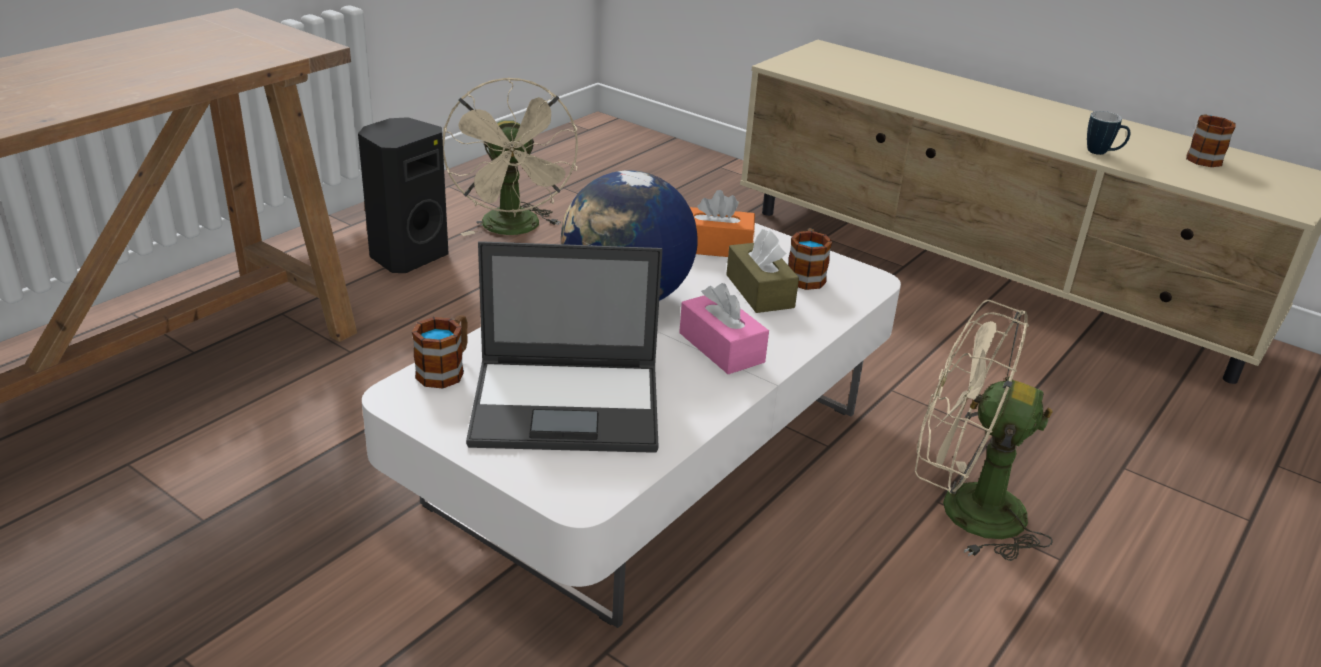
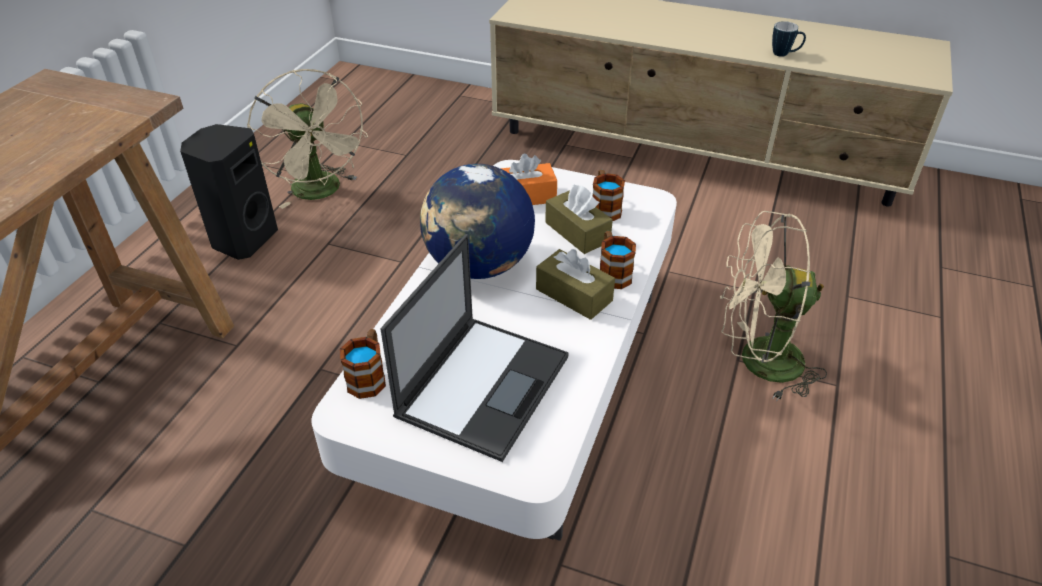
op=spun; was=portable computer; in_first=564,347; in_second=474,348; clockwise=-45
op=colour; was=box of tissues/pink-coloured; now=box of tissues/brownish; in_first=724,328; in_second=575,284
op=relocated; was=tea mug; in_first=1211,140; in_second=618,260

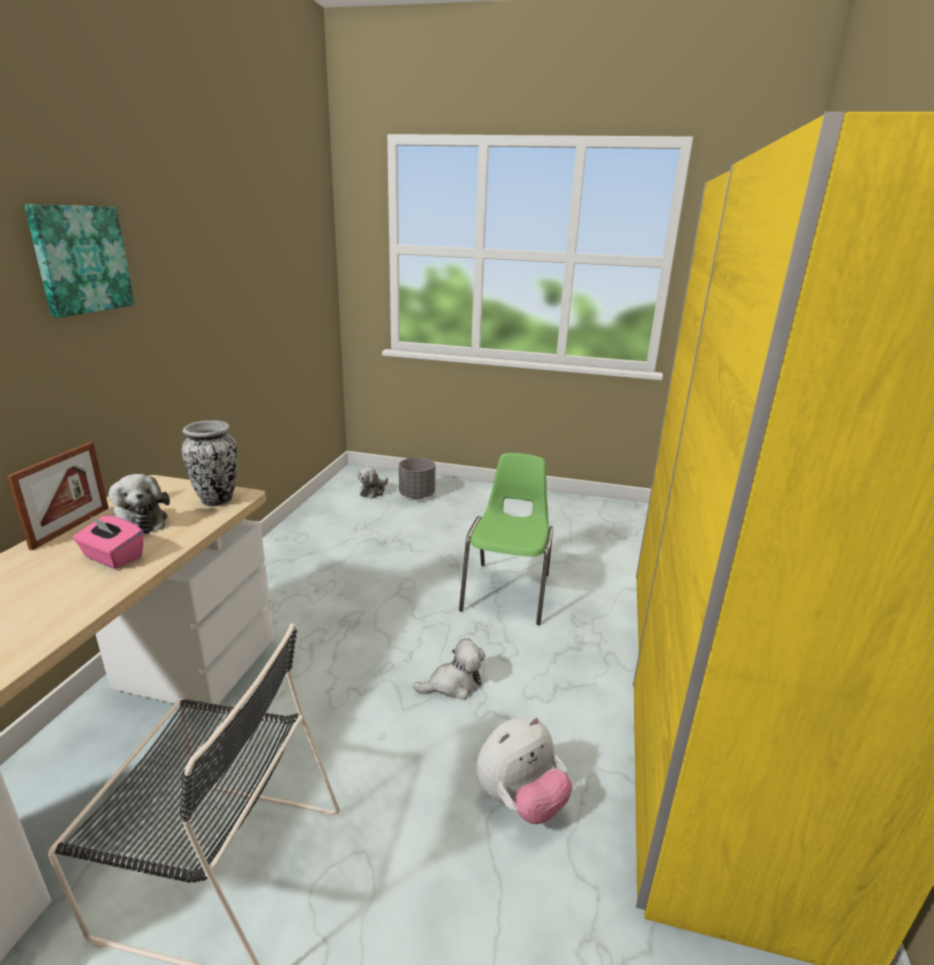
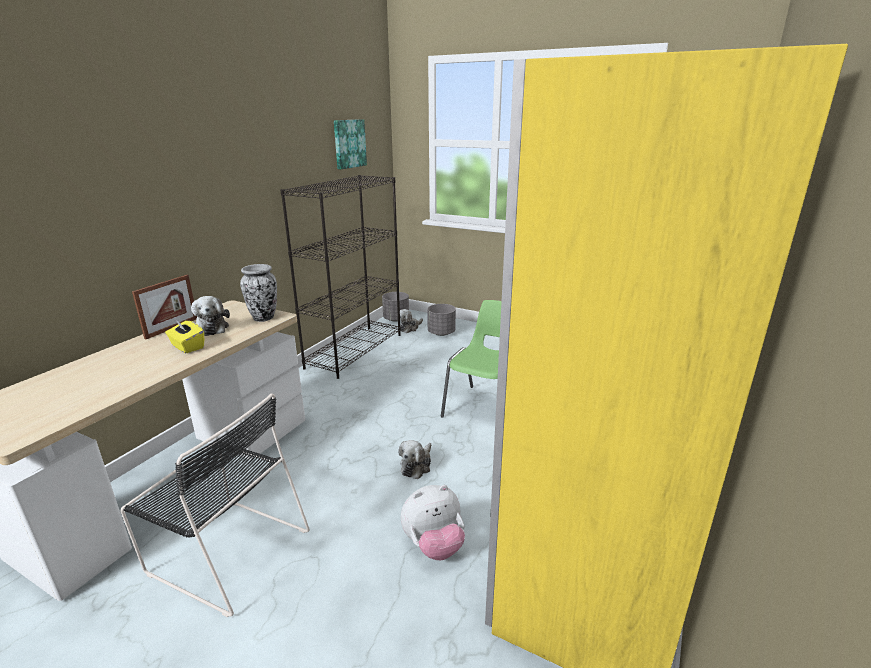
op=colour; was=box of tissues/pink-coloured; now=box of tissues/yellow; in_first=108,542; in_second=184,336
op=appeared; now=shelving unit/black-coloured; in_second=340,277
op=relocated; was=picture; in_first=79,261; in_second=350,144
op=appeared; now=planter/grey; in_second=395,307
op=spun; was=plush toy; in_first=449,669; in_second=414,459; clockwise=120

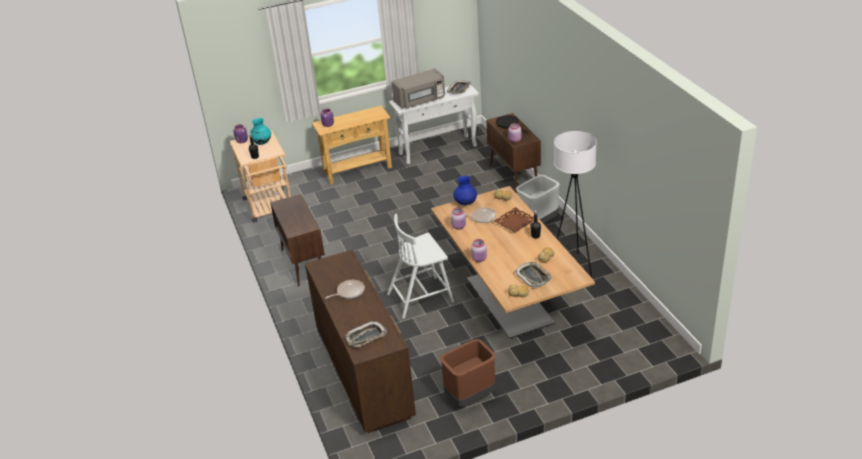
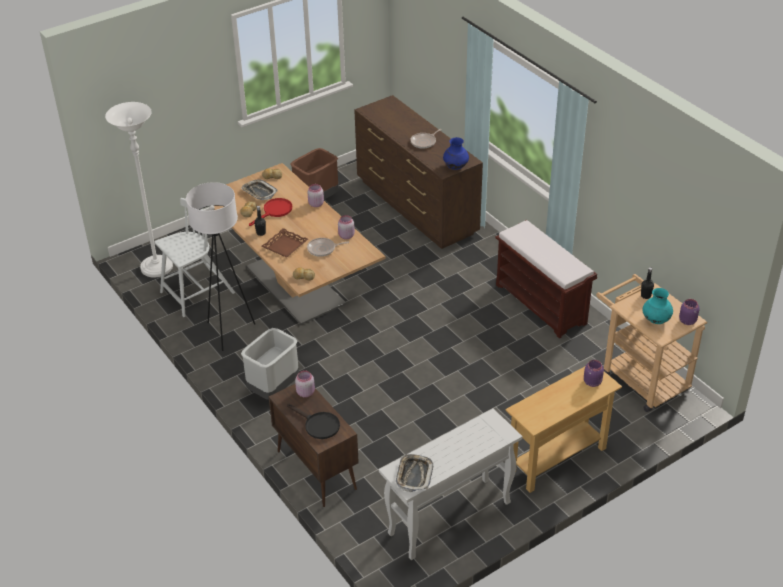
op=appeared; now=standing lamp/white-coloured; in_second=139,190
op=relocated; was=chair/white-coloured; in_first=420,266; in_second=194,257
op=appeared; now=pan/red; in_second=270,212
op=relocated; was=decorative vase/blue; in_first=465,190; in_second=456,153
op=exchanged; was=cabinet/brownish; now=long seat/brownish; in_first=297,240; in_second=546,279
op=missing; was=carrying tray; in_first=366,334
op=missing; was=kitchen microwave/grey; in_first=418,89

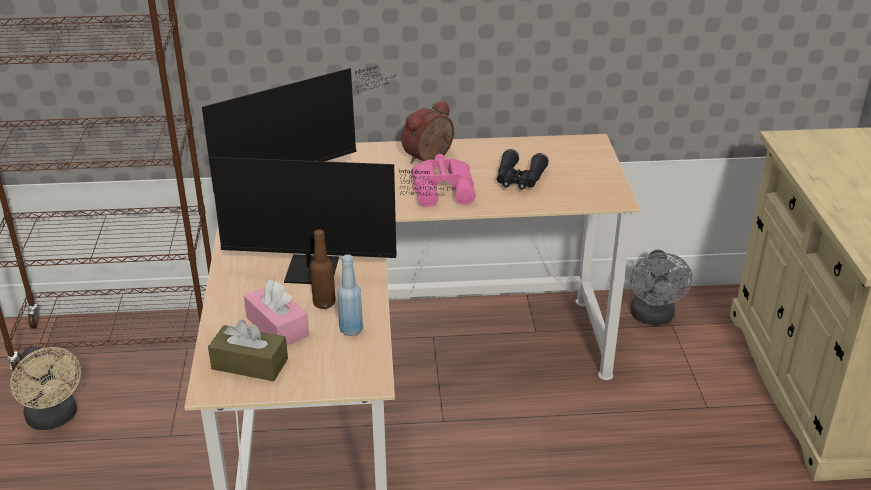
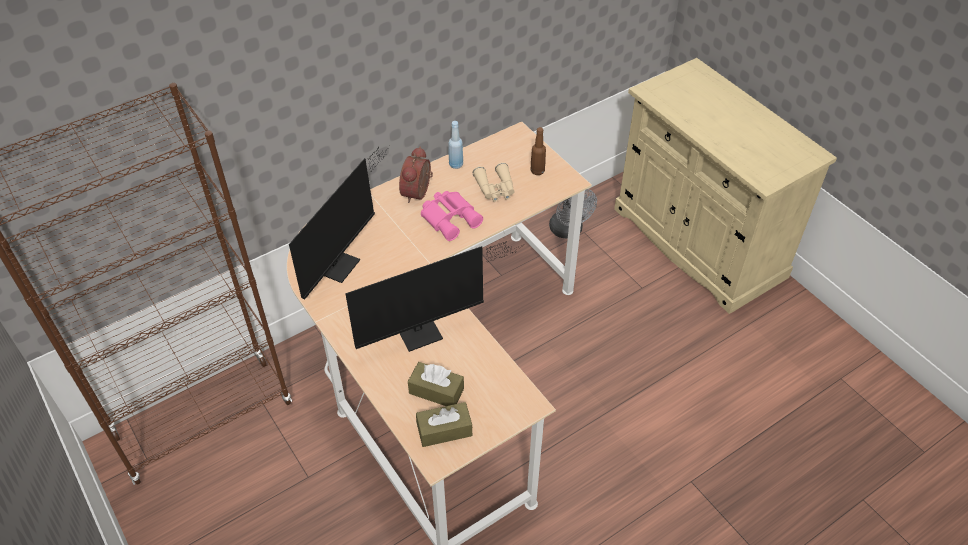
op=colour; was=box of tissues/pink-coloured; now=box of tissues/brownish; in_first=276,313; in_second=436,384
op=relocated; was=beverage bottle/blue; in_first=350,295; in_second=455,145
op=colour; was=binoculars/black-coloured; now=binoculars/beige; in_first=523,169; in_second=493,182
op=relocated; was=beverage bottle/brownish; in_first=323,269; in_second=538,151
op=missing; was=cooling fan/beige; in_first=45,388

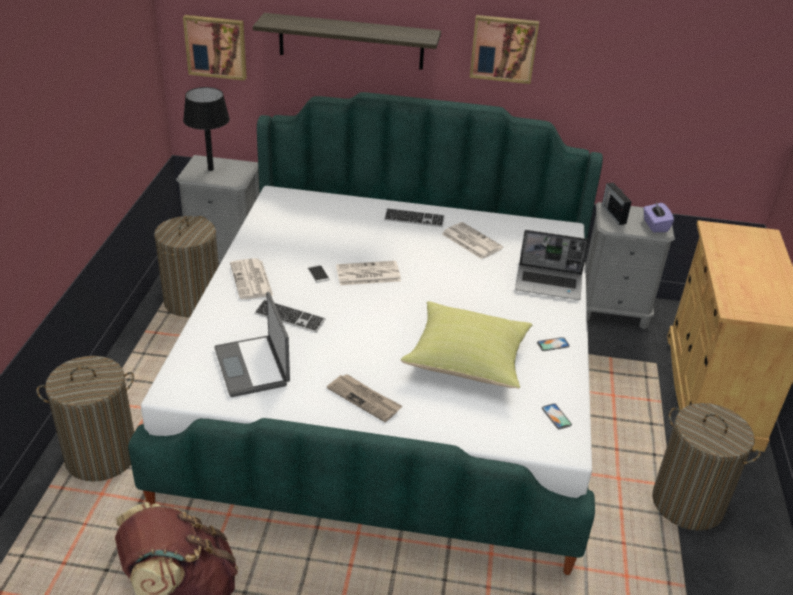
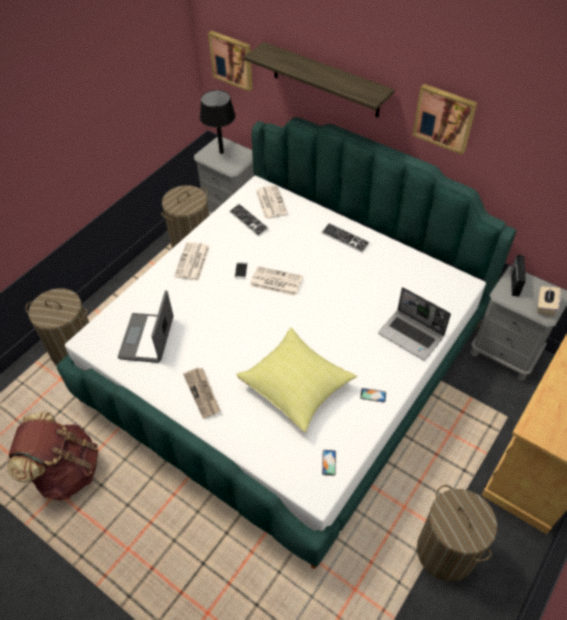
op=relocated; was=keyboard; in_first=290,316; in_second=249,219
op=relocated; was=daily paper; in_first=472,240; in_second=272,202
op=colour; was=box of tissues/purplish; now=box of tissues/beige; in_first=658,217; in_second=549,301

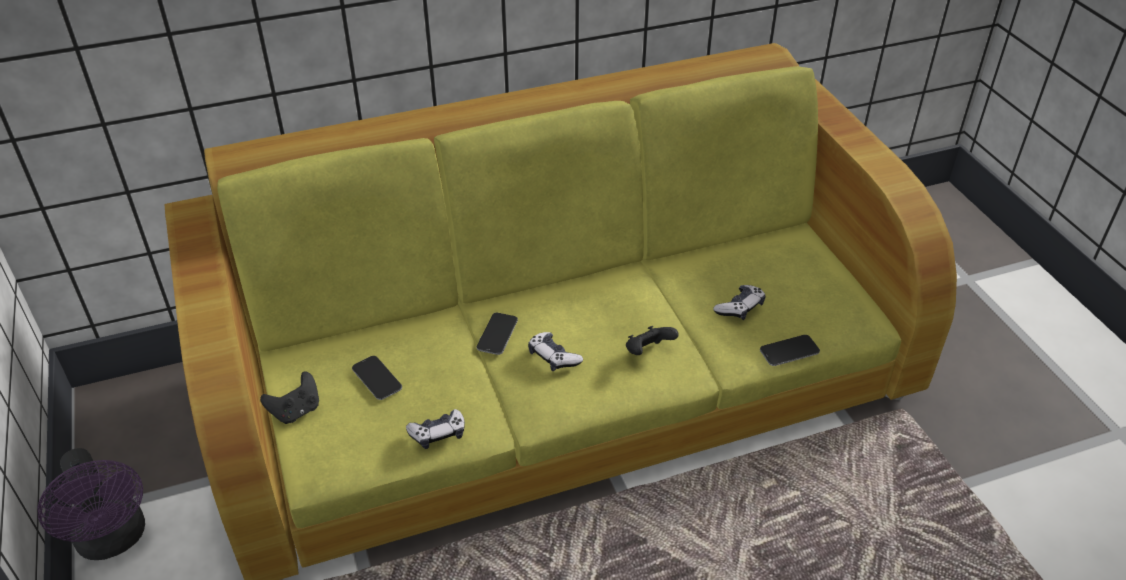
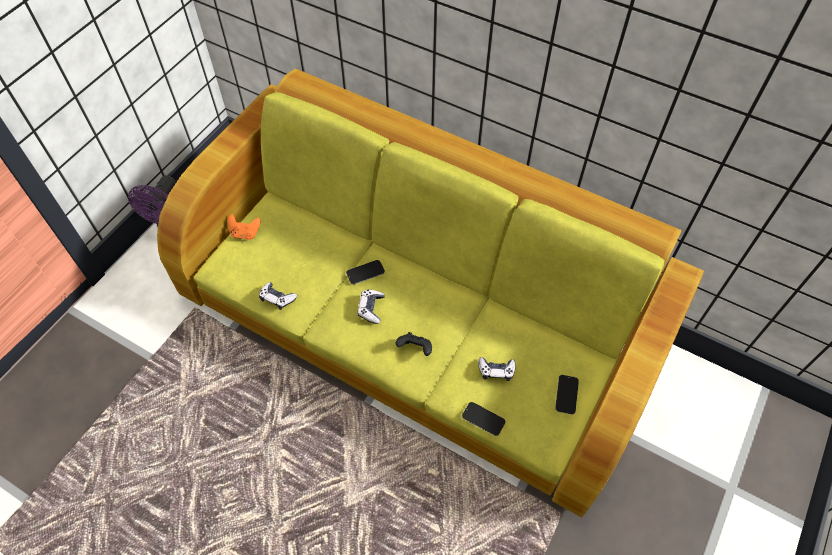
op=colour; was=joypad/black-coloured; now=joypad/orangey; in_first=289,398; in_second=243,227
op=relocated; was=telephone; in_first=377,378; in_second=567,395

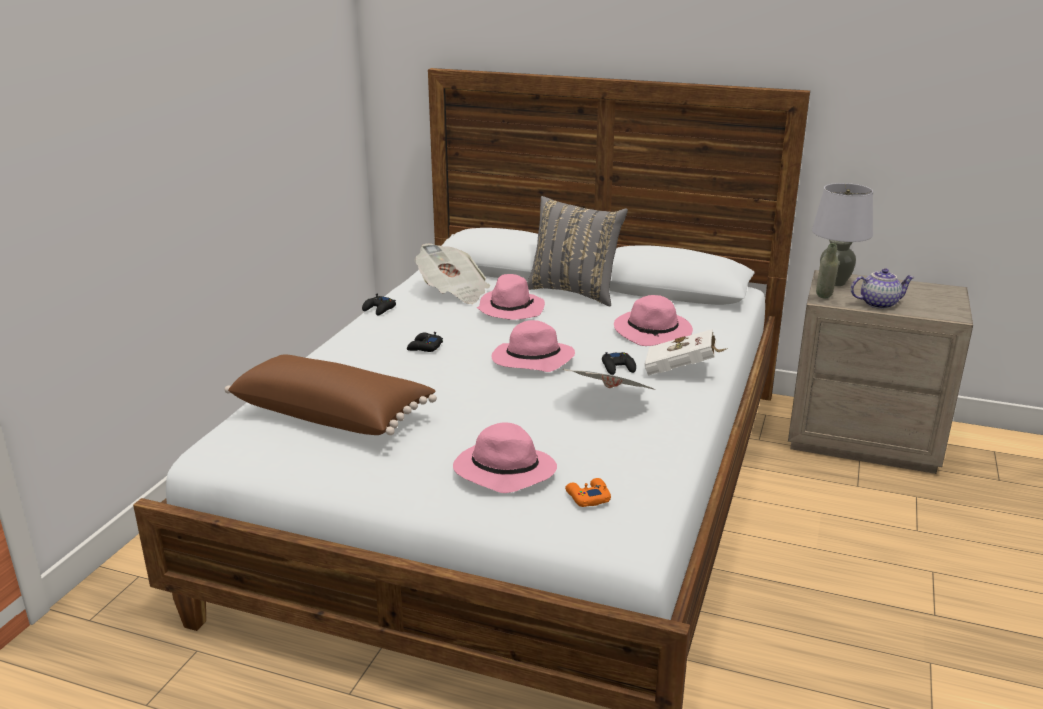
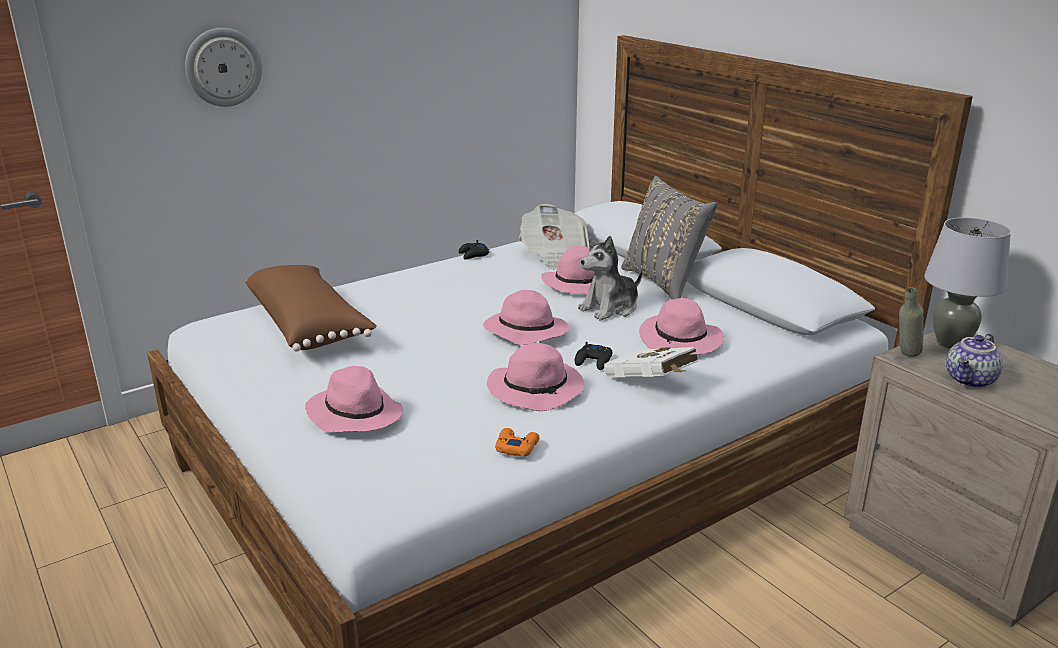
op=appeared; now=clock on the wall; in_second=223,67
op=exchanged; was=daily paper; now=hat/pink-coloured; in_first=608,379; in_second=535,377
op=relocated; was=joypad/orangey; in_first=588,492; in_second=517,442
op=appeared; now=plush toy; in_second=610,278
op=spun; was=teapot; in_first=883,288; in_second=974,360; clockwise=105
op=missing; was=joypad/black-coloured; in_first=425,342

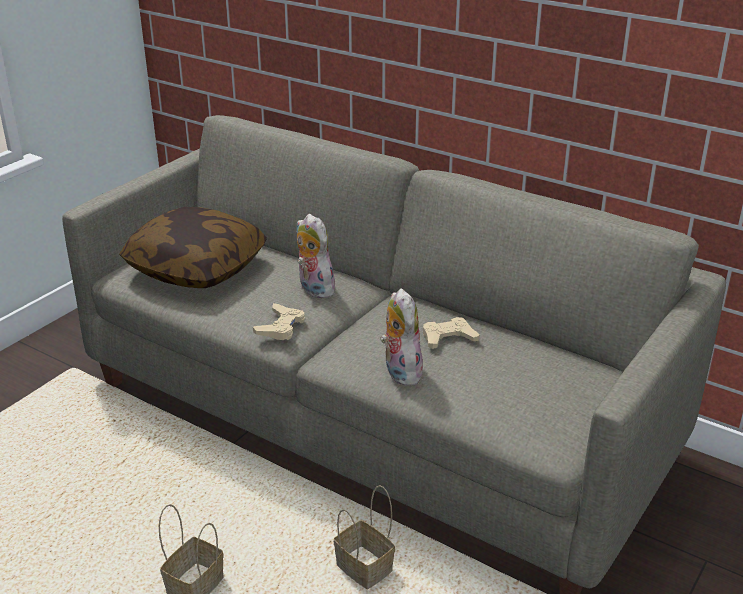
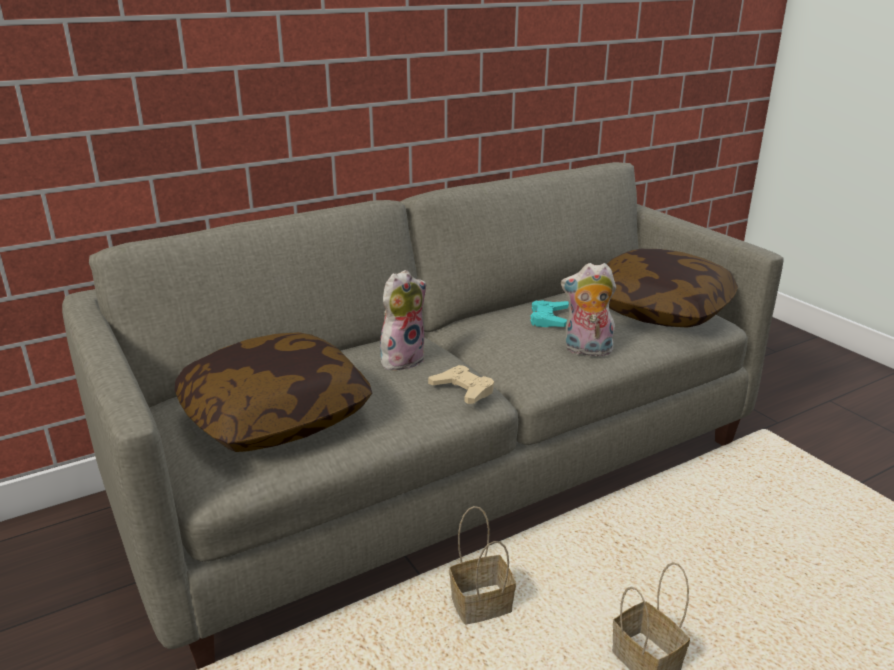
op=spun; was=plush toy; in_first=317,256; in_second=403,320; clockwise=150
op=relocated; was=storage basket; in_first=364,537; in_second=482,565
op=colour; was=joypad/beige; now=joypad/blue-green; in_first=451,333; in_second=549,313
op=appeared; now=pillow; in_second=672,288

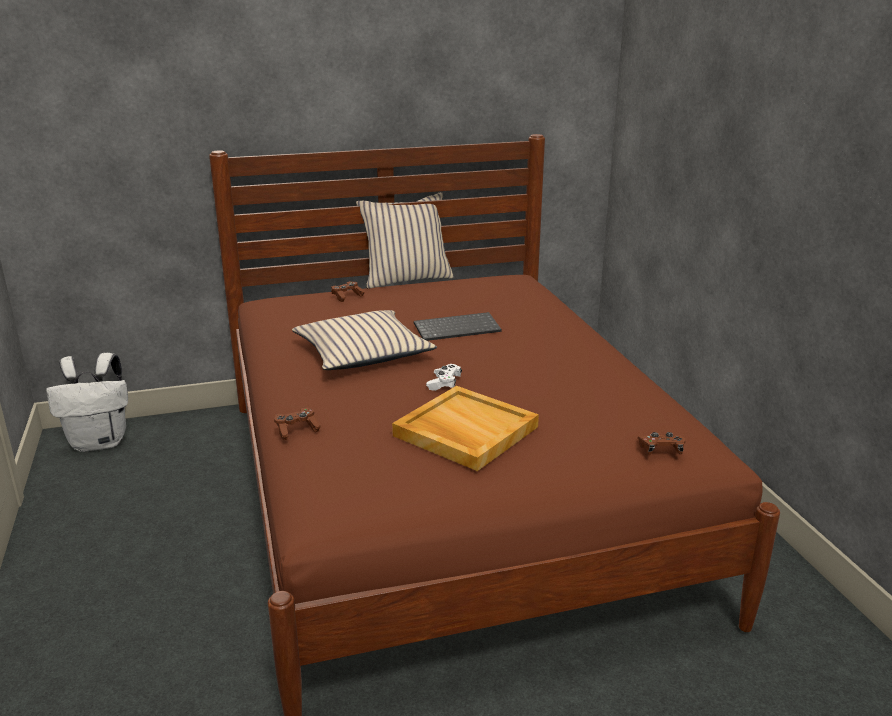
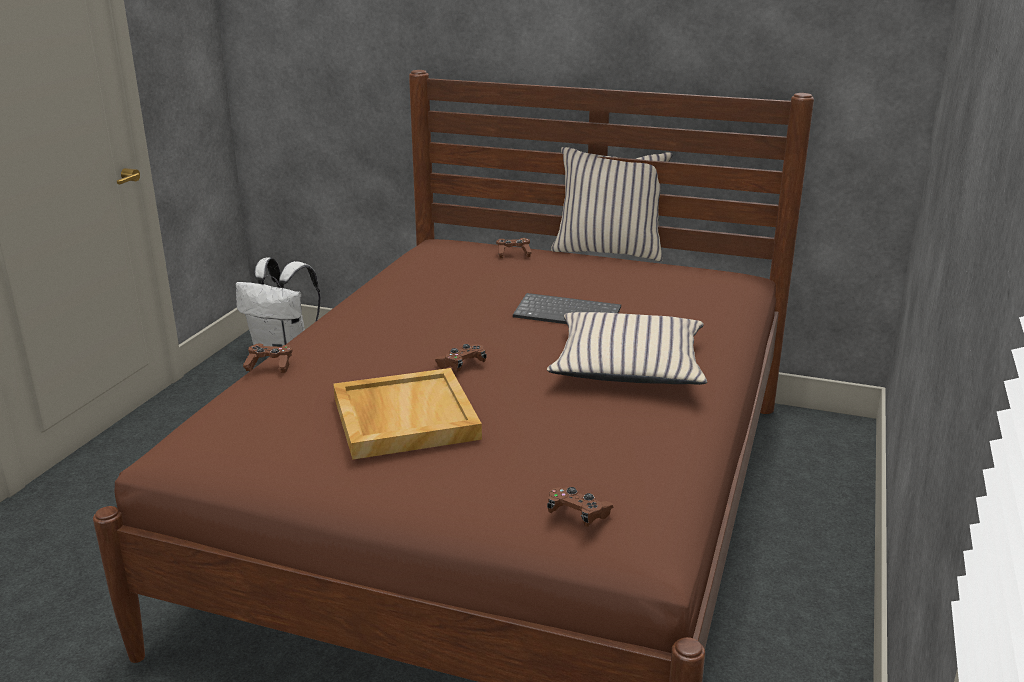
op=colour; was=joypad/white-coloured; now=joypad/brownish; in_first=444,377; in_second=461,357
op=relocated; was=pillow/beige; in_first=364,340; in_second=627,348

